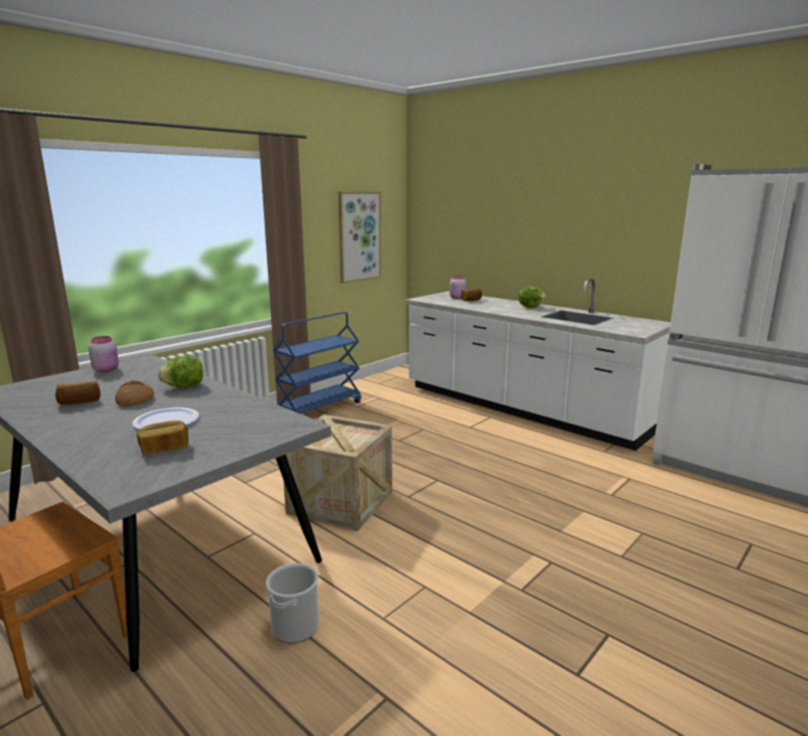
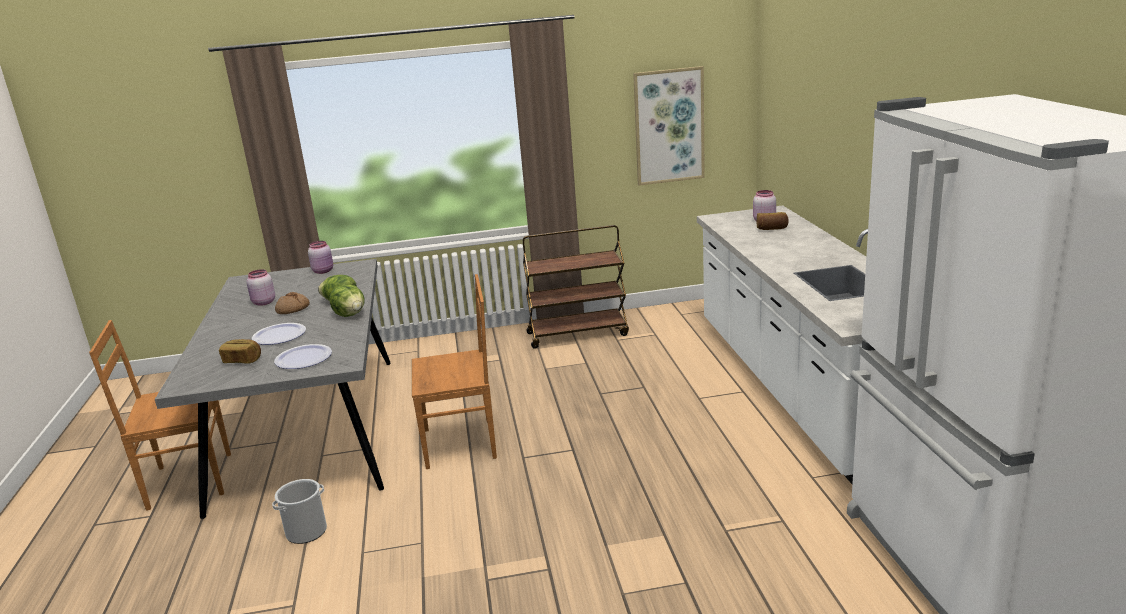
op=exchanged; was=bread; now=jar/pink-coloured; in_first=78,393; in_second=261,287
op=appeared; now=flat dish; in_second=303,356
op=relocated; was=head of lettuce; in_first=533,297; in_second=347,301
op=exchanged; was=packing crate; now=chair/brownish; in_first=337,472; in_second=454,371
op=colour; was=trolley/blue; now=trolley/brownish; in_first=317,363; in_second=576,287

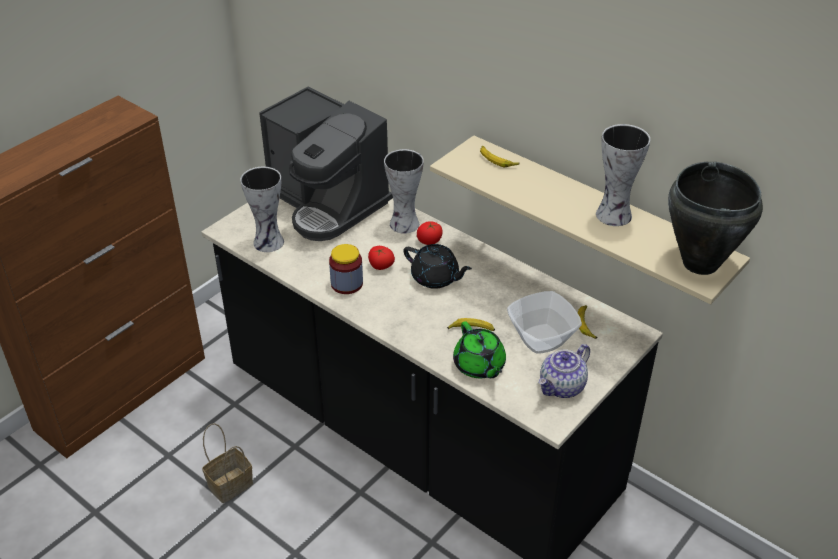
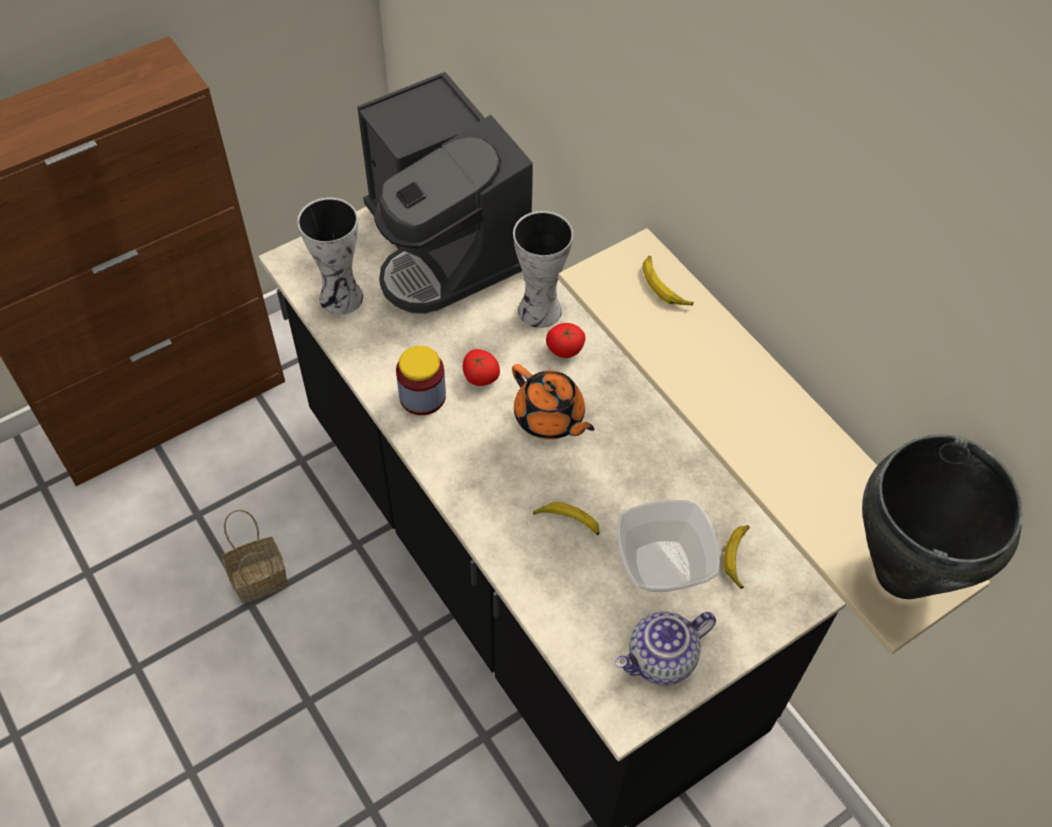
op=colour; was=teapot/black-coloured; now=teapot/orangey; in_first=438,266; in_second=553,401
op=missing; was=teapot/green-coloured; in_first=479,349
op=missing; was=decorative vase; in_first=623,175

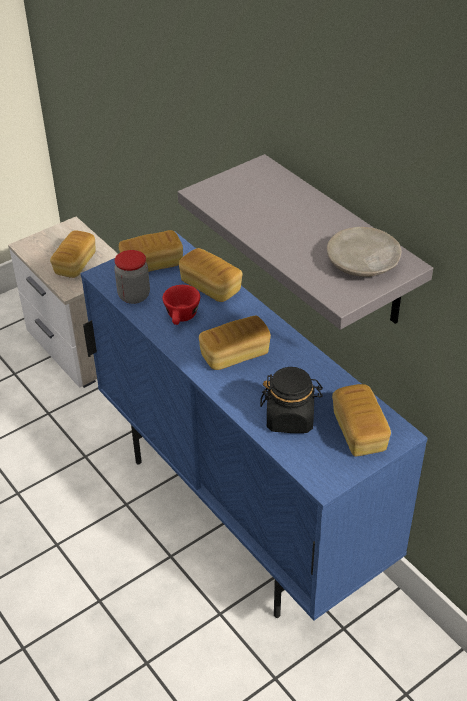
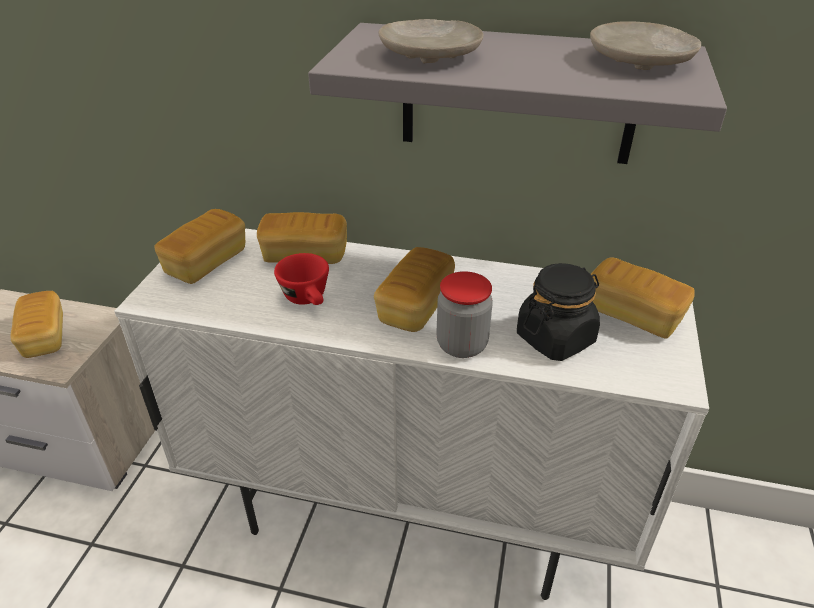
op=colour; was=cabinet/blue; now=cabinet/white-coloured; in_first=254,426; in_second=411,414
op=appeared; now=flat dish/beige; in_second=431,41
op=relocated; was=jar; in_first=132,277; in_second=464,314

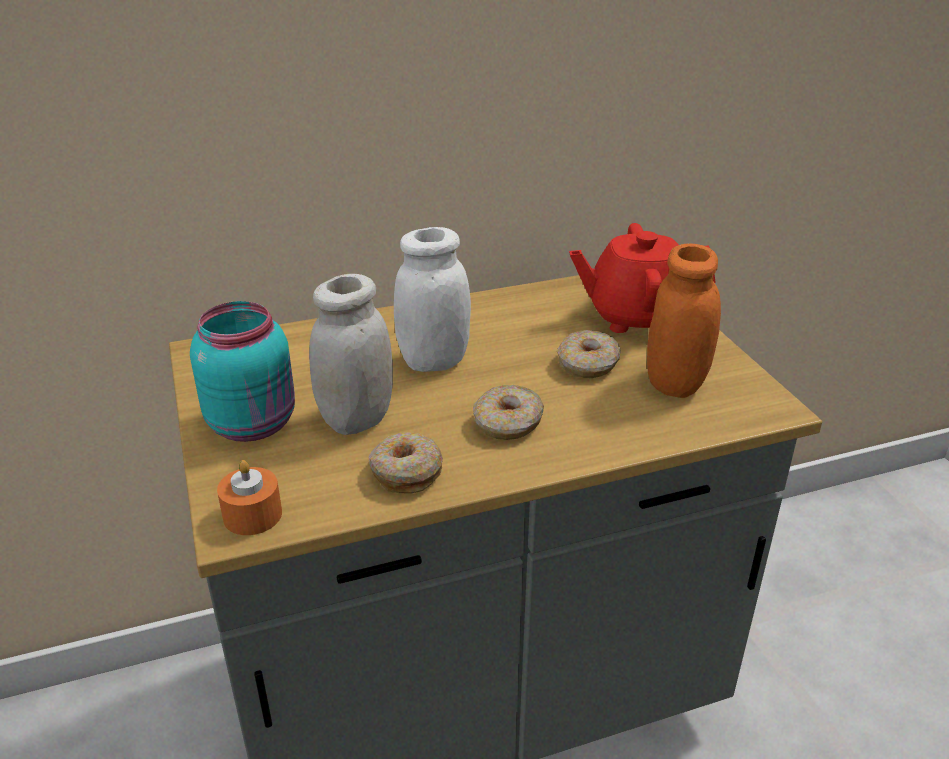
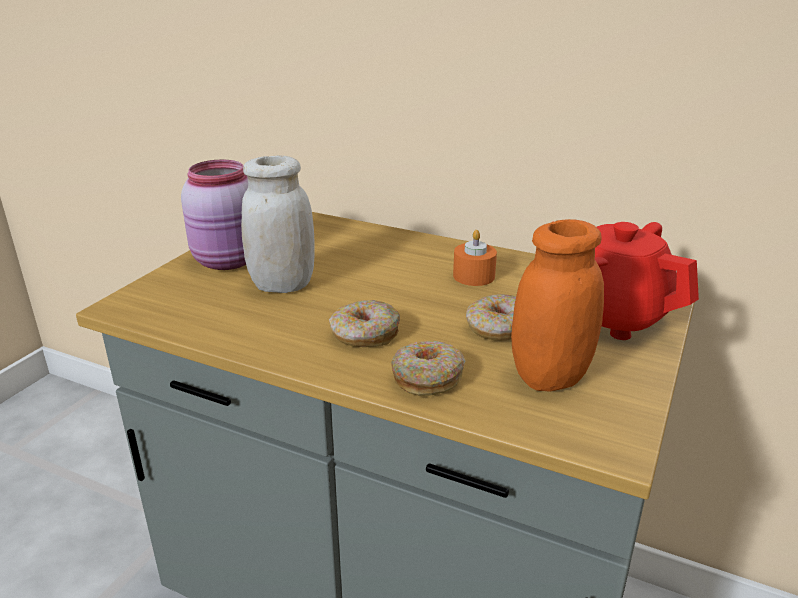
op=colour; was=jar/blue-green; now=jar/pink-coloured; in_first=242,371; in_second=214,215
op=relocated; was=doughnut; in_first=405,463; in_second=428,368
op=relocated; was=wax light/orangey; in_first=249,497; in_second=475,258
op=missing; was=jar/white-coloured; in_first=432,299

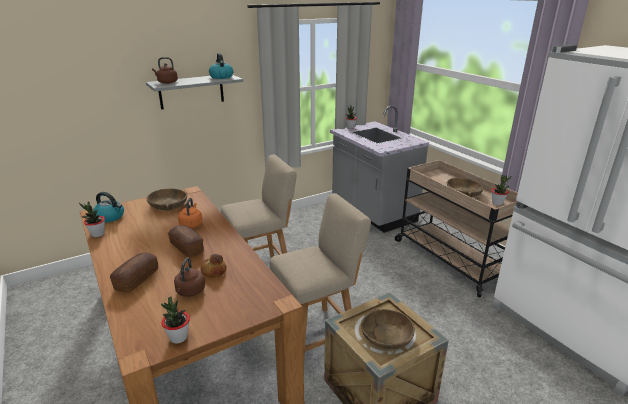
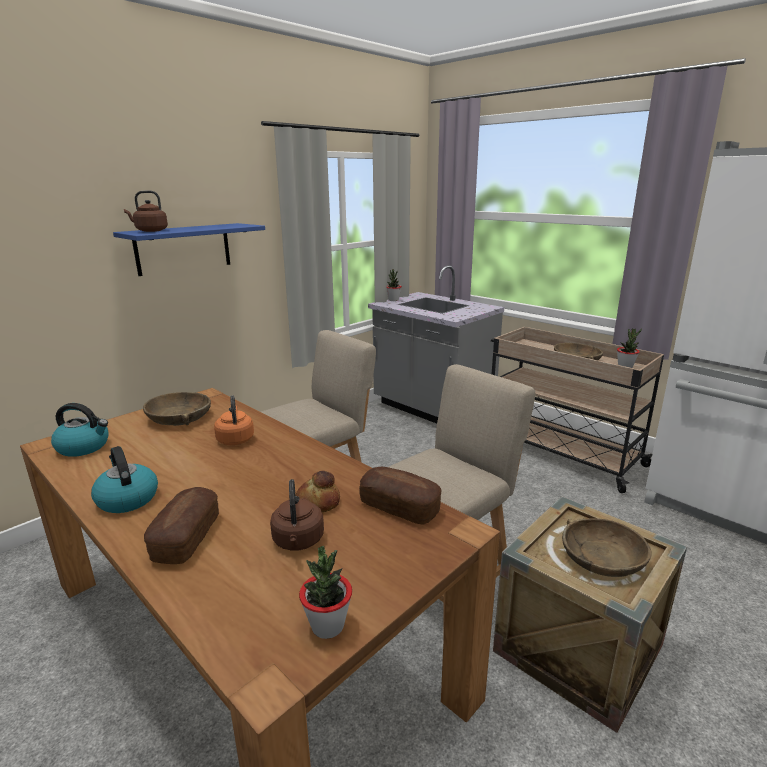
op=relocated; was=tea kettle; in_first=221,66; in_second=124,479
op=colour; was=shelf/grey; now=shelf/blue; in_first=194,92; in_second=189,249
op=relocated; was=bread; in_first=186,241; in_second=400,496
op=missing; was=potted plant; in_first=92,219

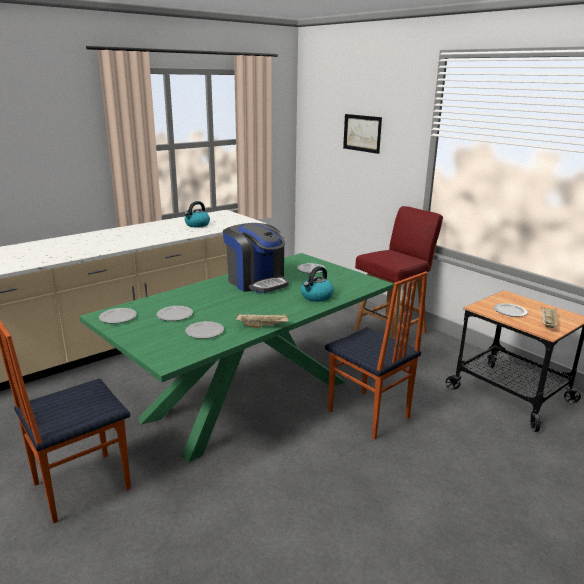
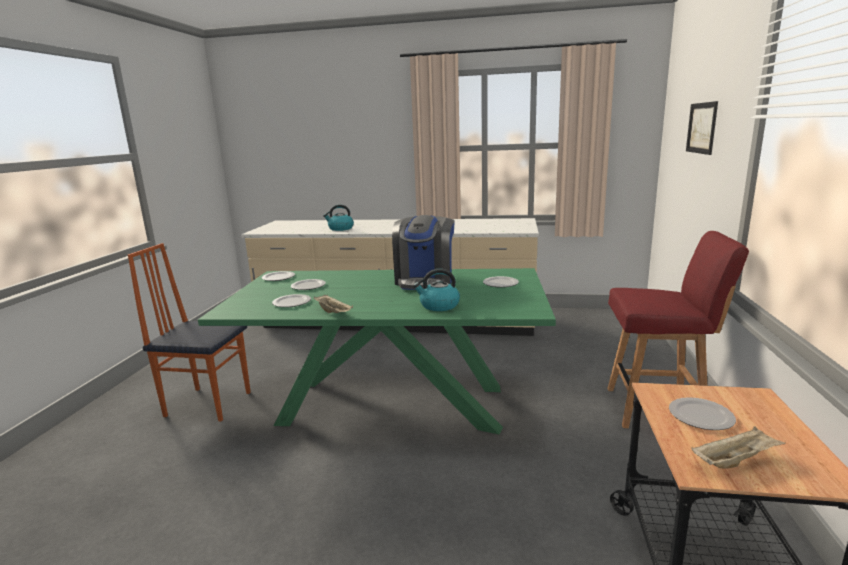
op=relocated; was=tea kettle; in_first=197,214; in_second=338,217
op=missing; was=chair; in_first=376,355

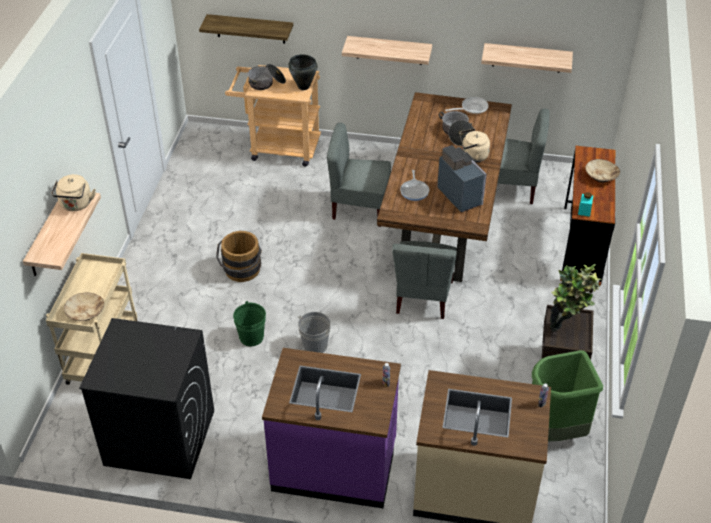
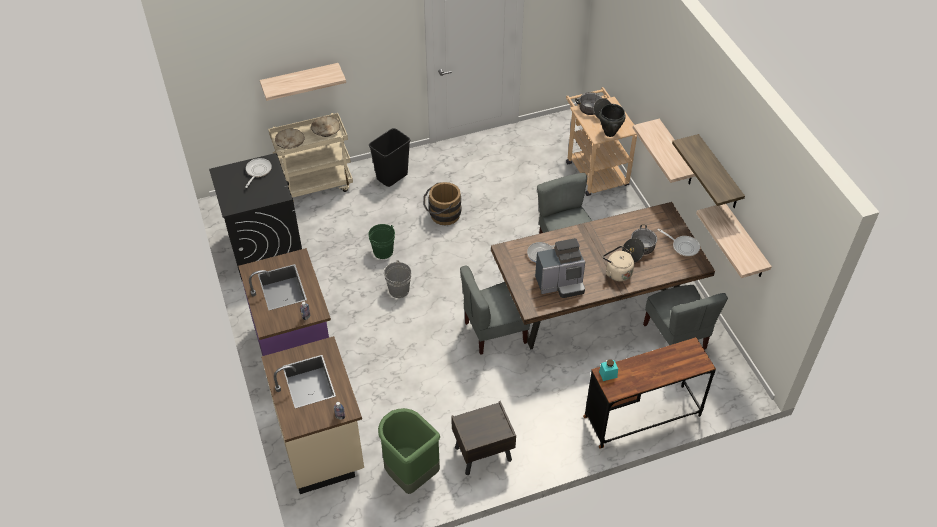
op=appeared; now=pan; in_second=258,173
op=relocated; was=deep dish/beige; in_first=602,171; in_second=325,126
op=appeared; now=waste bin/black-coloured; in_second=389,157
op=spun; was=coffee brewer; in_first=461,178; in_second=560,268; clockwise=45
op=relocated; was=shelf; in_first=246,29; in_second=708,171
op=missing; was=tea kettle/beige; in_first=73,192
op=missing; was=potted plant; in_first=576,298

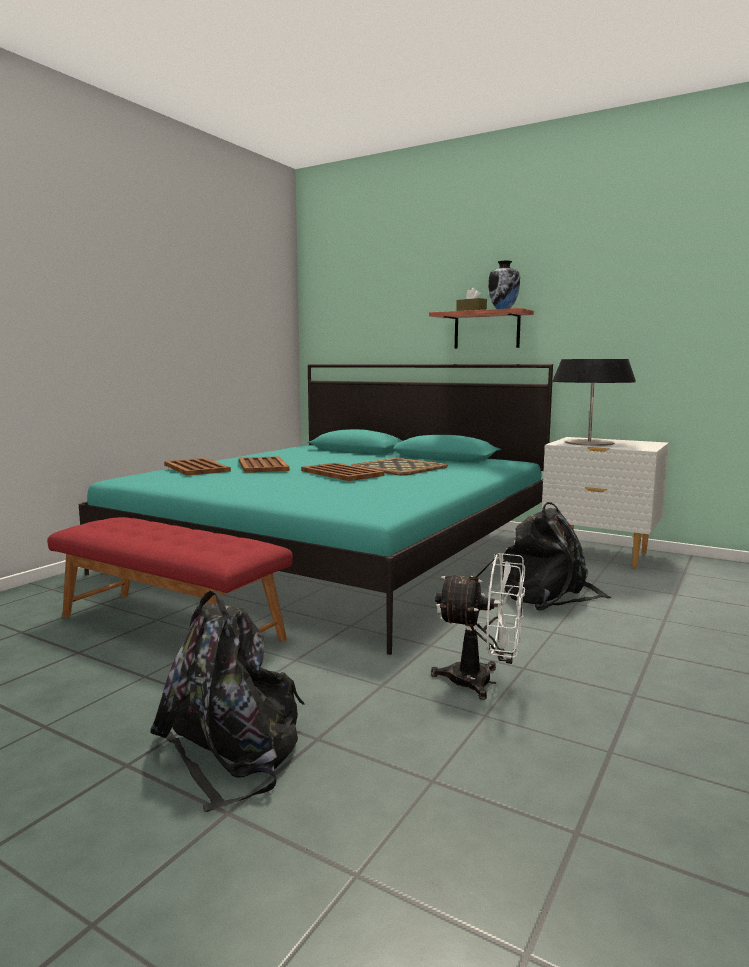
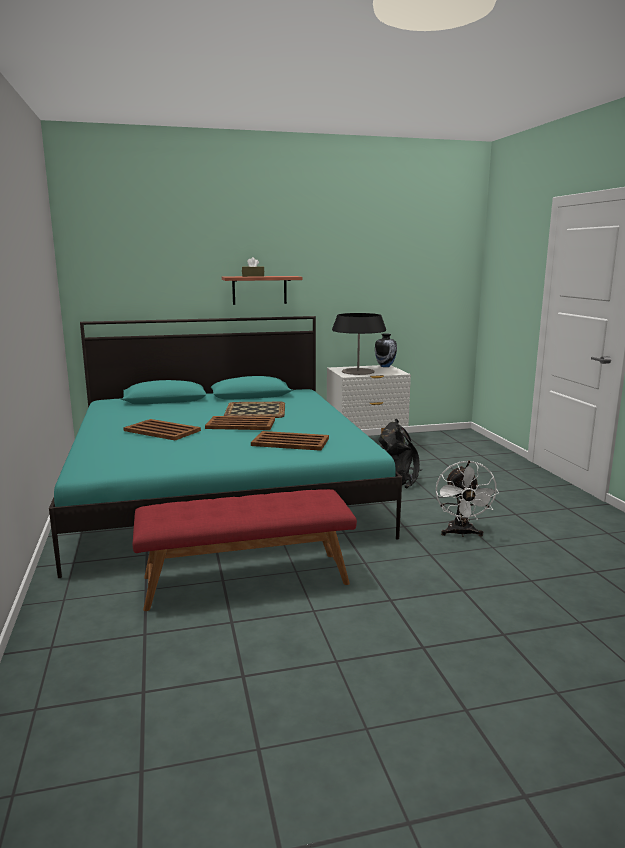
op=relocated; was=carrying tray/brownish; in_first=197,467; in_second=290,441
op=relocated; was=decorative vase; in_first=504,285; in_second=386,350
op=spun; was=cooling fan/white-coloured; in_first=478,626; in_second=467,499; clockwise=120
op=missing; was=knapsack/black-coloured; in_first=227,701

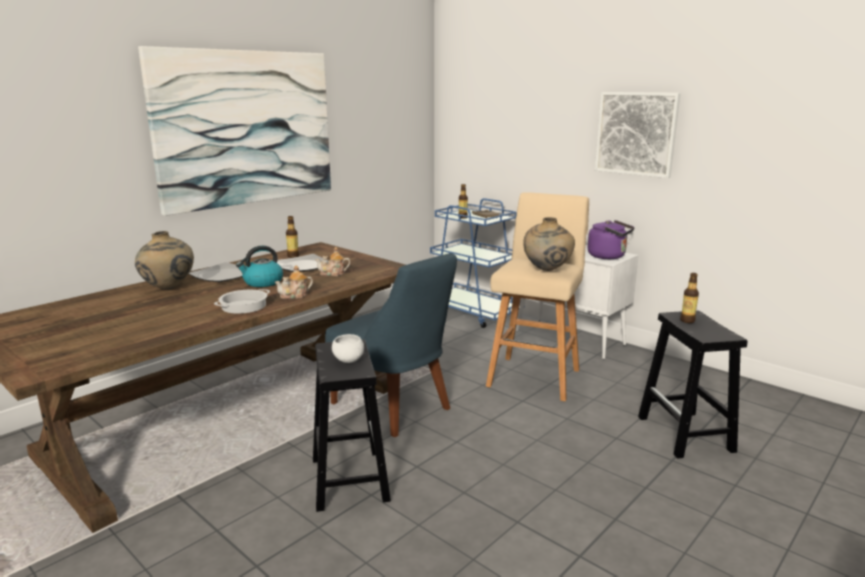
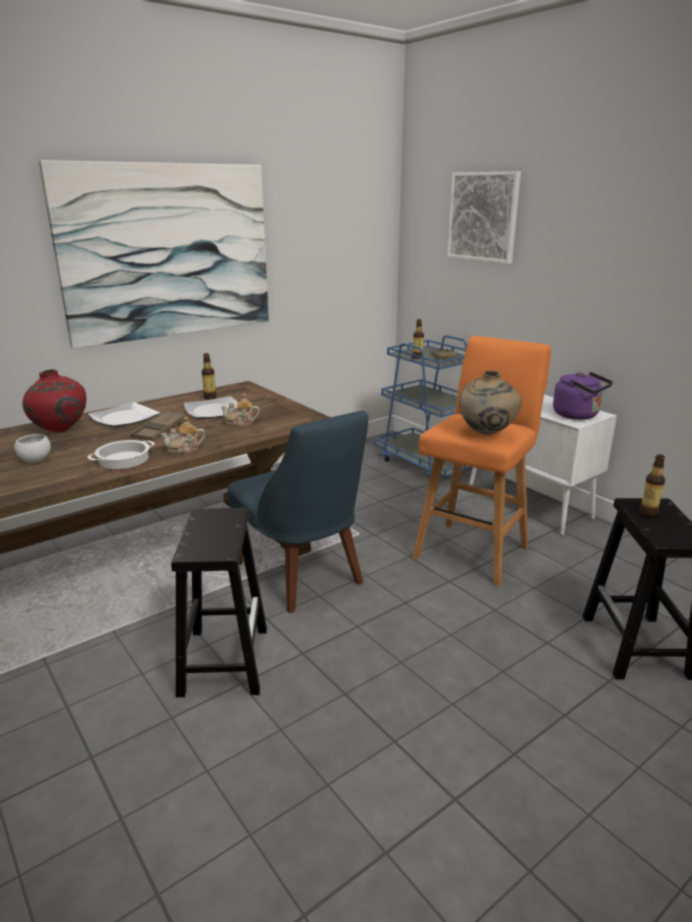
op=relocated; was=deep dish/white-coloured; in_first=348,348; in_second=32,448
op=colour; was=decorative vase/beige; now=decorative vase/red; in_first=164,260; in_second=54,401
op=exchanged; was=tea kettle; now=carrying tray/brownish; in_first=259,266; in_second=158,425
op=colour; was=sitting stool/beige; now=sitting stool/orangey; in_first=537,296; in_second=481,461
op=relocated; was=picture; in_first=638,135; in_second=484,217

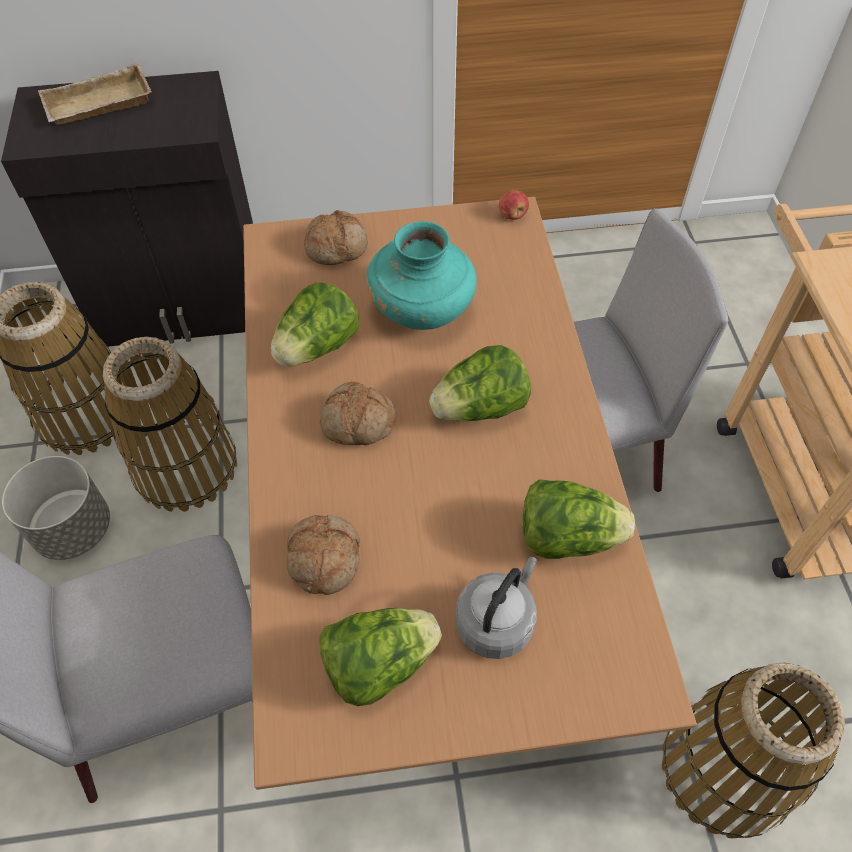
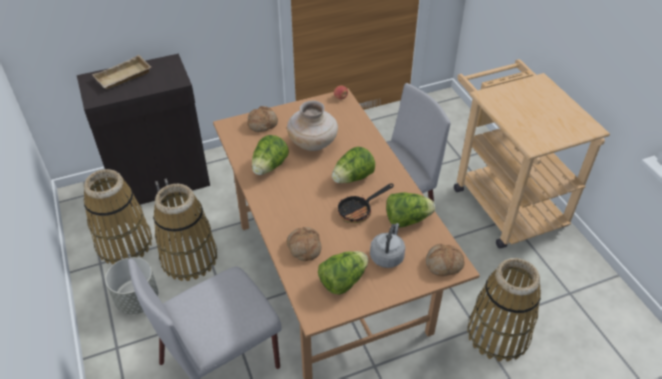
op=colour; was=decorative vase/blue-green; now=decorative vase/beige; in_first=421,275; in_second=312,126
op=appeared; now=pan; in_second=366,203
op=relocated; was=bread; in_first=358,413; in_second=445,260

